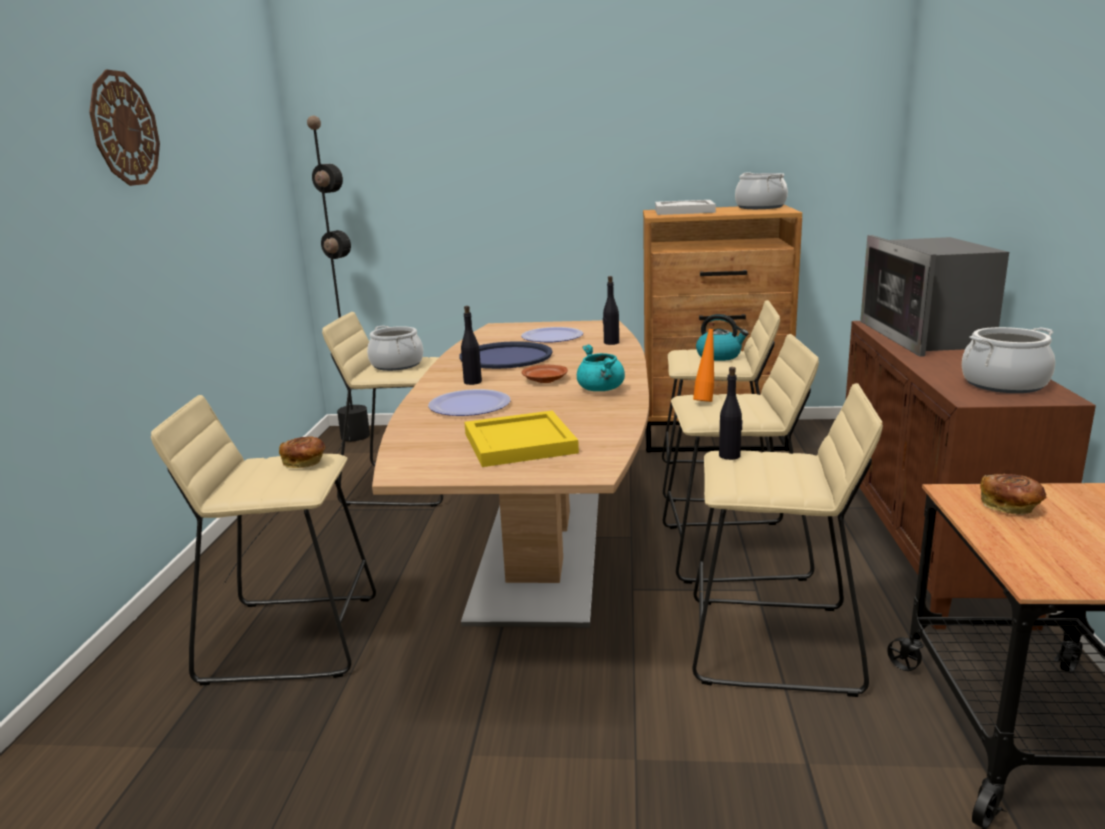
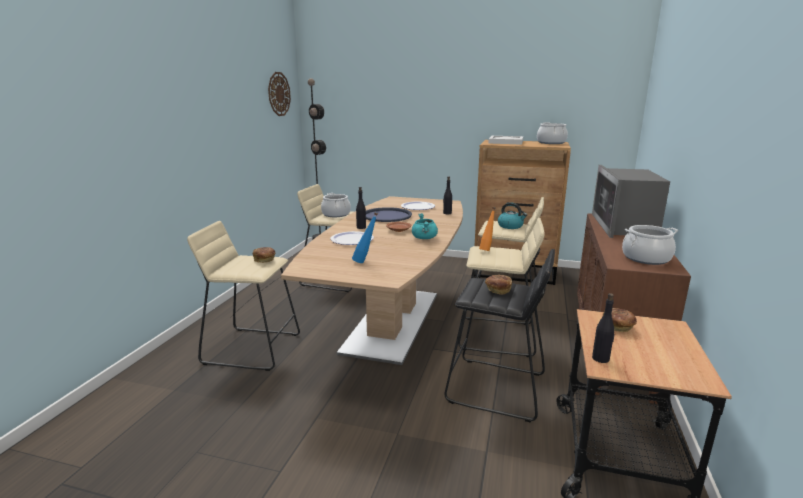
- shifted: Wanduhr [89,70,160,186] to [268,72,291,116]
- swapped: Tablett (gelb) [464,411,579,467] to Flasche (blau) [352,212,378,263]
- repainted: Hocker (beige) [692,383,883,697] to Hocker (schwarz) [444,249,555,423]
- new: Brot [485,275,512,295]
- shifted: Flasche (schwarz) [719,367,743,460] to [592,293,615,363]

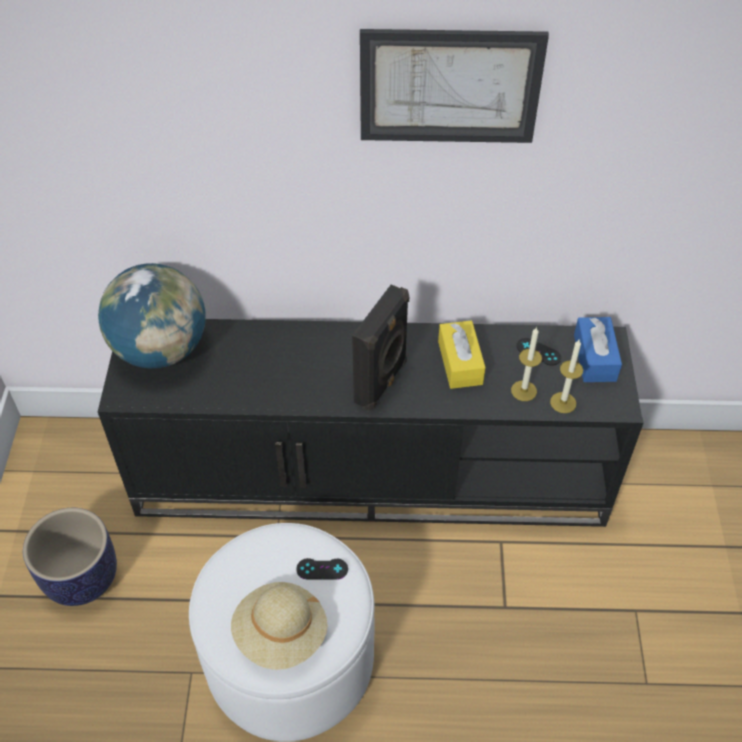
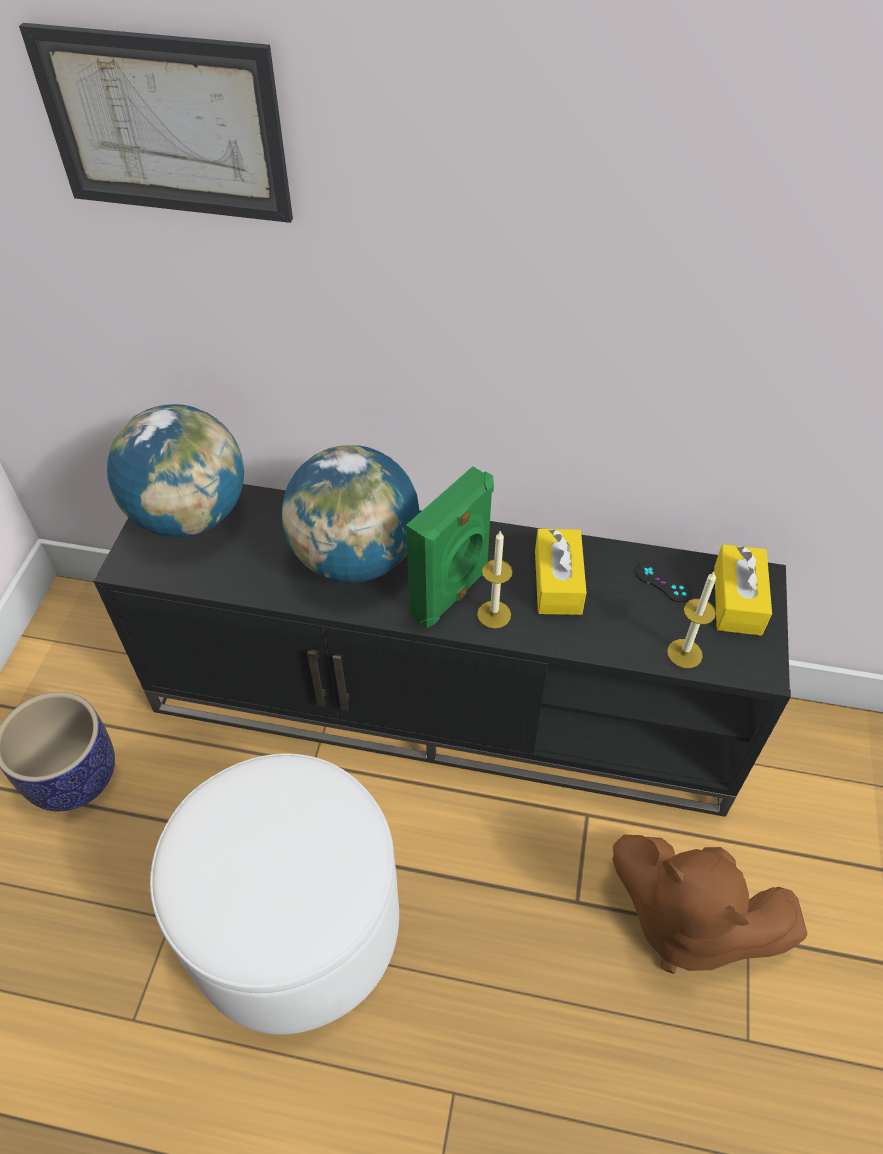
- shifted: Bild [360,29,549,143] to [19,23,293,223]
- new: Globus [282,445,420,583]
- repainted: Lautsprecher (schwarz) [352,285,409,411] to Lautsprecher (grün) [406,466,494,628]
- shifted: Kerze [511,327,542,401] to [477,530,513,629]
- new: Plüschtier (braun) [612,835,807,974]
- repainted: Taschentuchbox (blau) [574,317,622,382] to Taschentuchbox (gelb) [714,544,772,636]
- gone: Hut (beige) [231,582,327,670]
- gone: Gamepad (schwarz) [296,558,348,580]

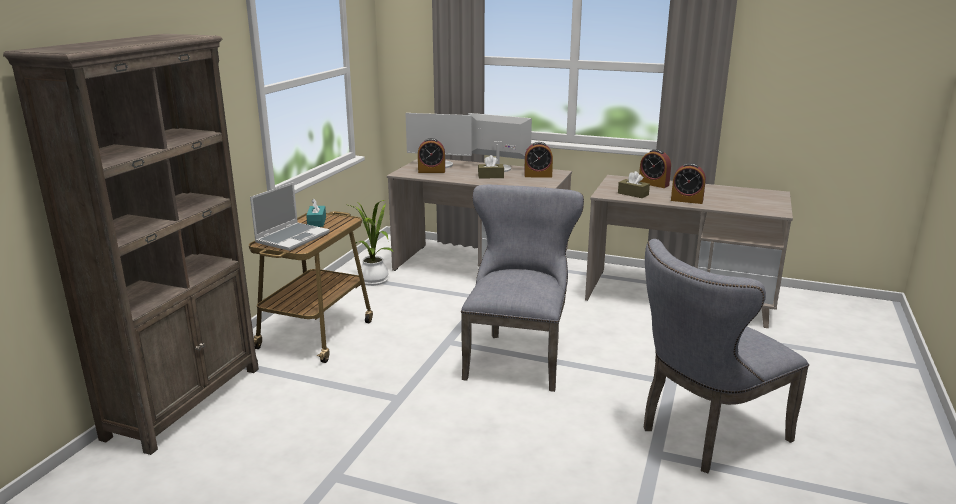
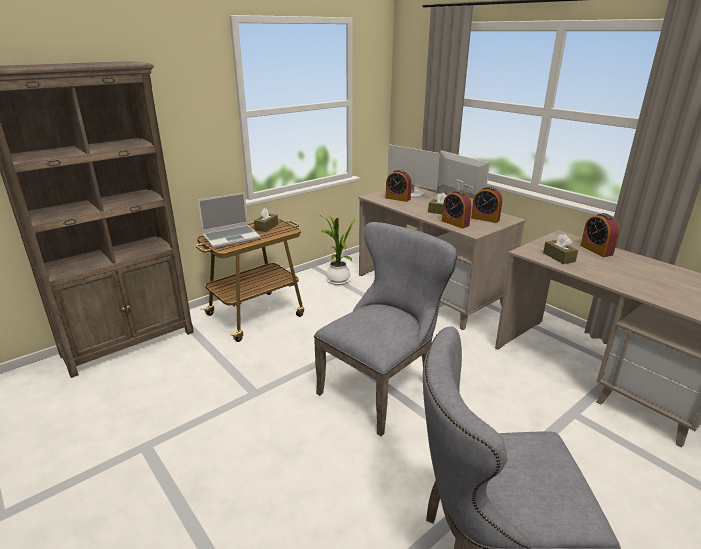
- repainted: Taschentuchbox (türkis) [306,198,326,227] to Taschentuchbox (braun) [254,208,278,232]
- shifted: Wecker [671,163,706,204] to [442,190,472,228]

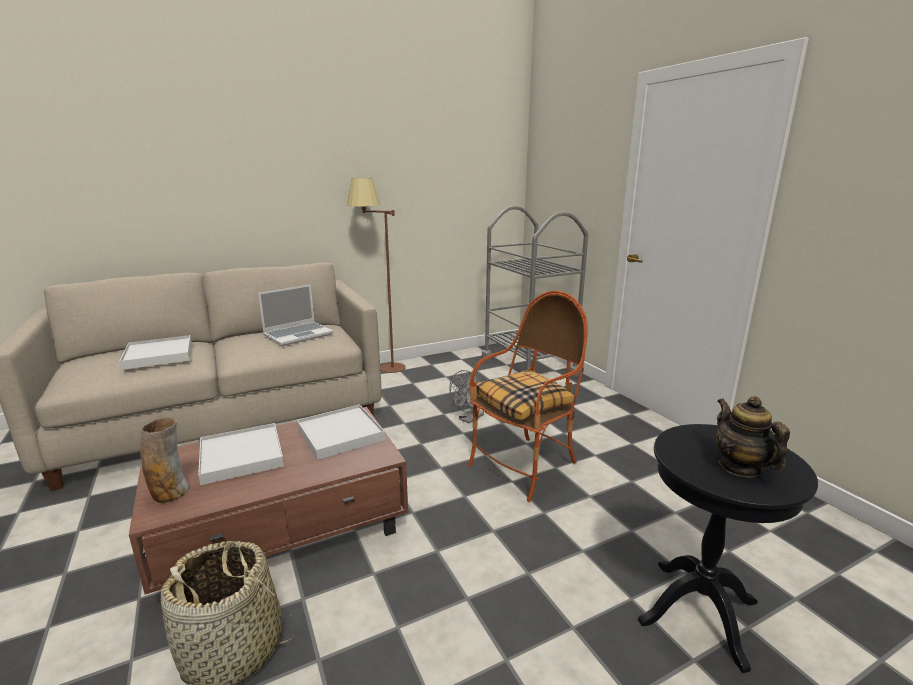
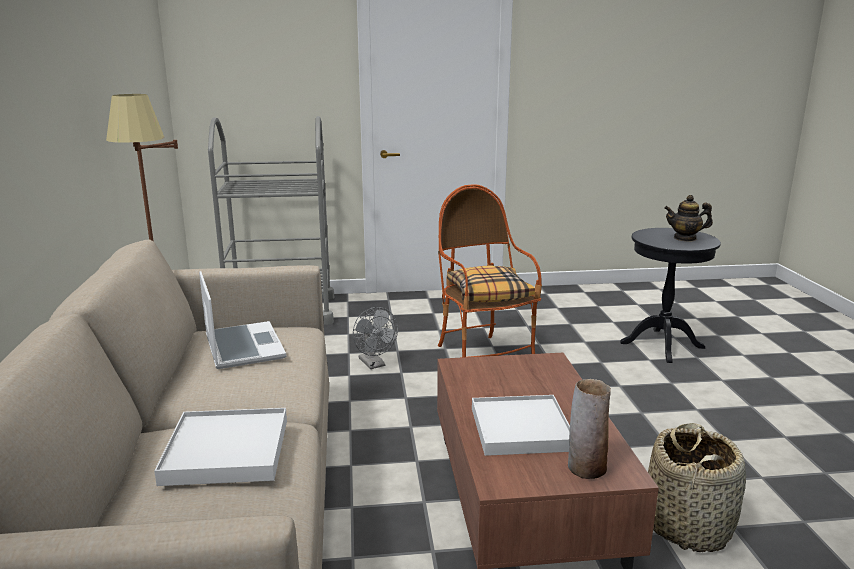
- gone: Tablett (weiß) [297,404,385,460]

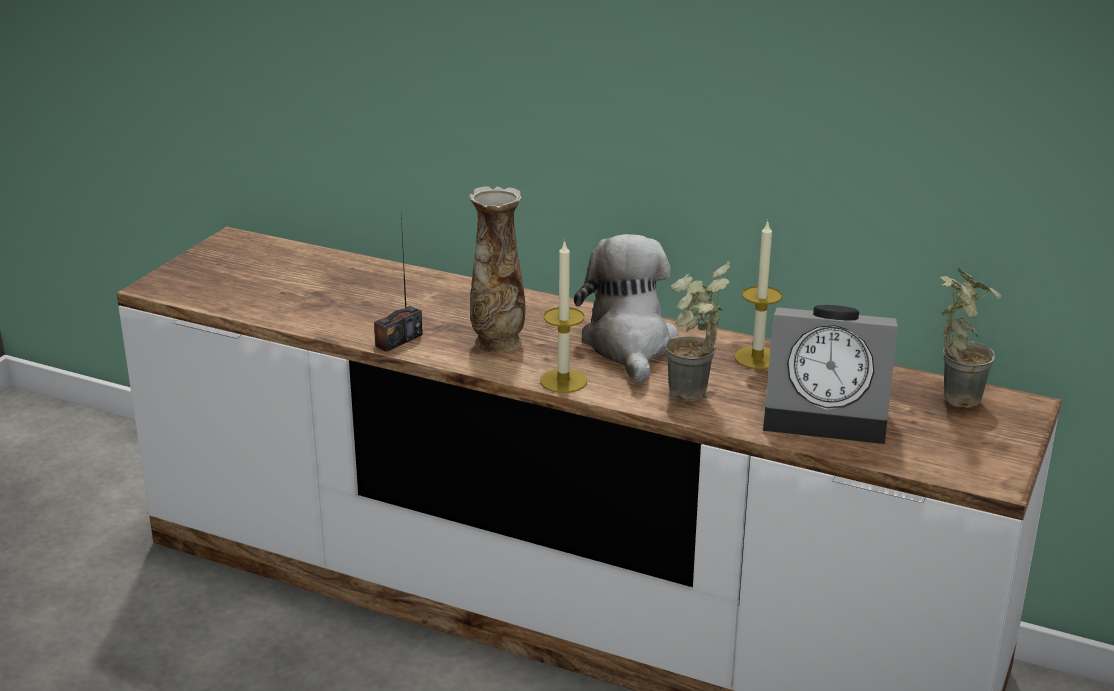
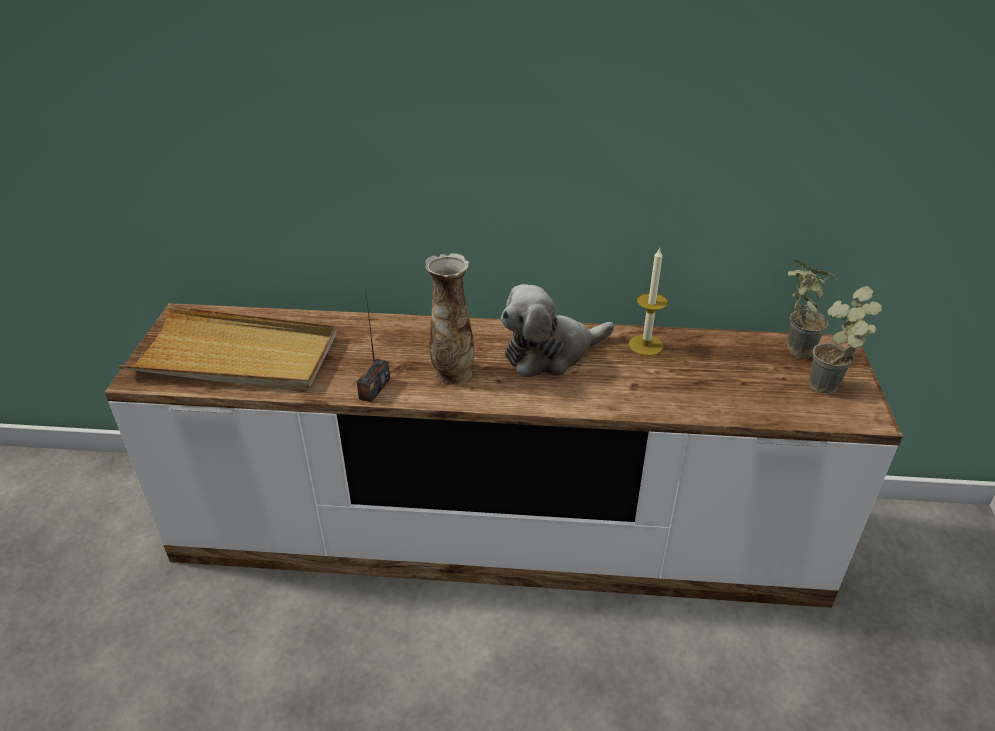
- new: Tablett (beige) [119,306,337,392]
- rotated: Plüschtier [574,234,679,383] = [500,284,614,377] 90 degrees counterclockwise
- shifted: Topfpflanze [665,261,730,401] to [809,286,882,394]
- gone: Kerze [540,240,587,393]
- gone: Wecker [763,305,898,444]

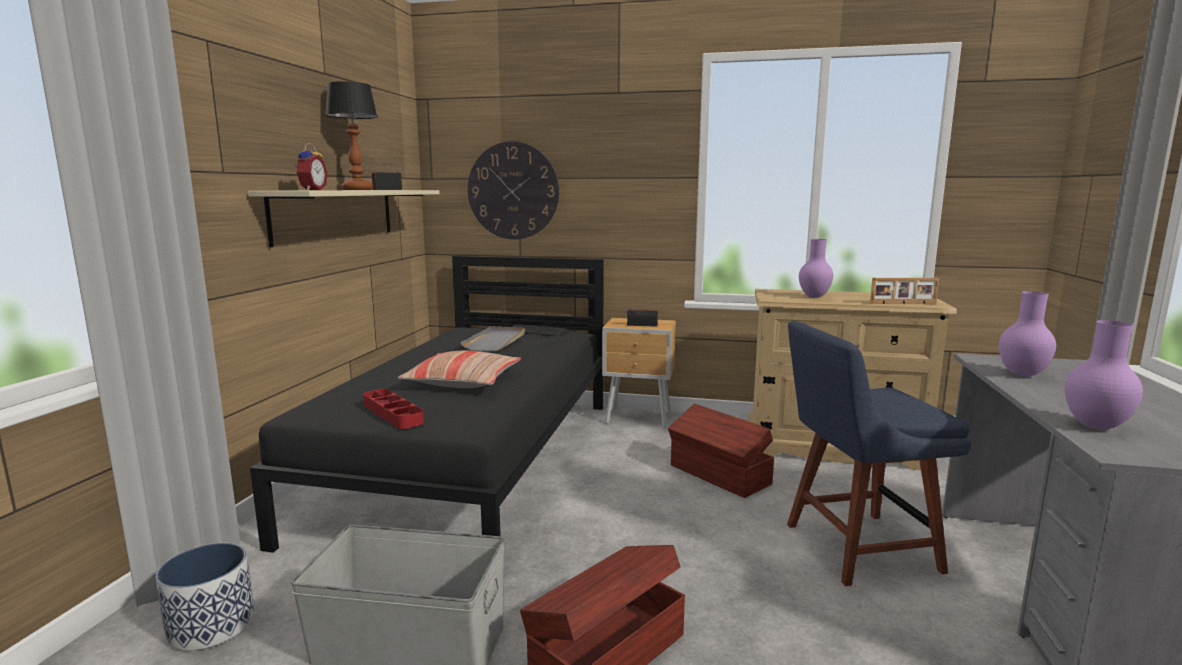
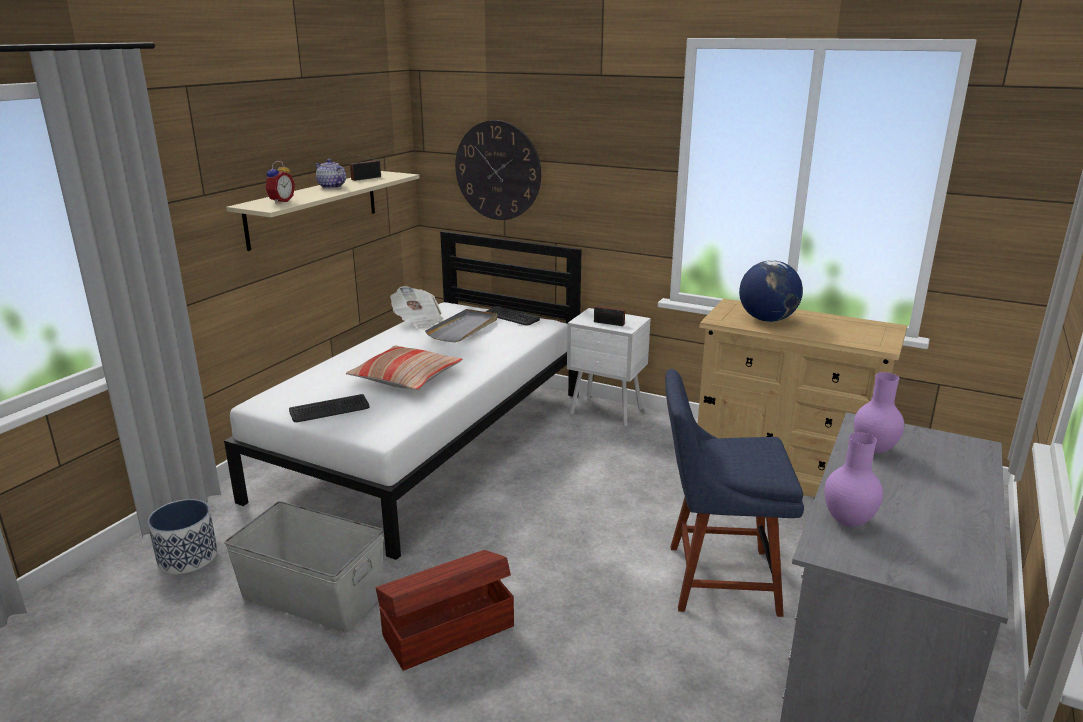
- repainted: Bett (schwarz) [250,256,604,553] to Bett (weiß) [224,231,582,560]
- swapped: Tablett (rot) [363,389,424,429] to Tastatur [289,394,369,422]
- swapped: Tischlampe [325,81,378,190] to Teekanne [315,159,346,189]
- new: Zeitung [390,286,443,330]
- repainted: Nachttisch (braun) [602,318,676,428] to Nachttisch (weiß) [567,308,651,427]
- swapped: Vase (lila) [799,239,833,298] to Globus [739,260,803,322]
- gone: Aufbewahrungsbox (braun) [668,404,774,498]
- gone: Bilderrahmen [870,278,939,304]

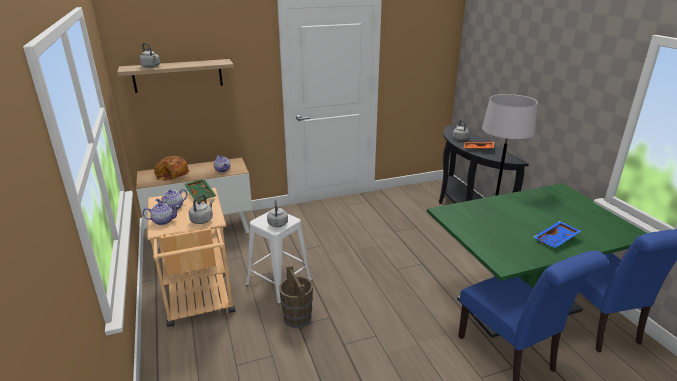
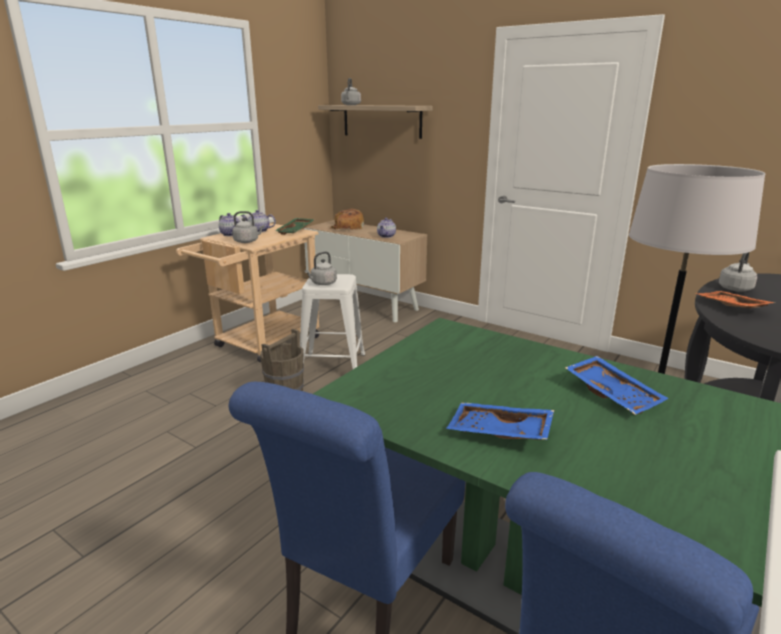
- new: Tablett (blau) [565,356,669,415]

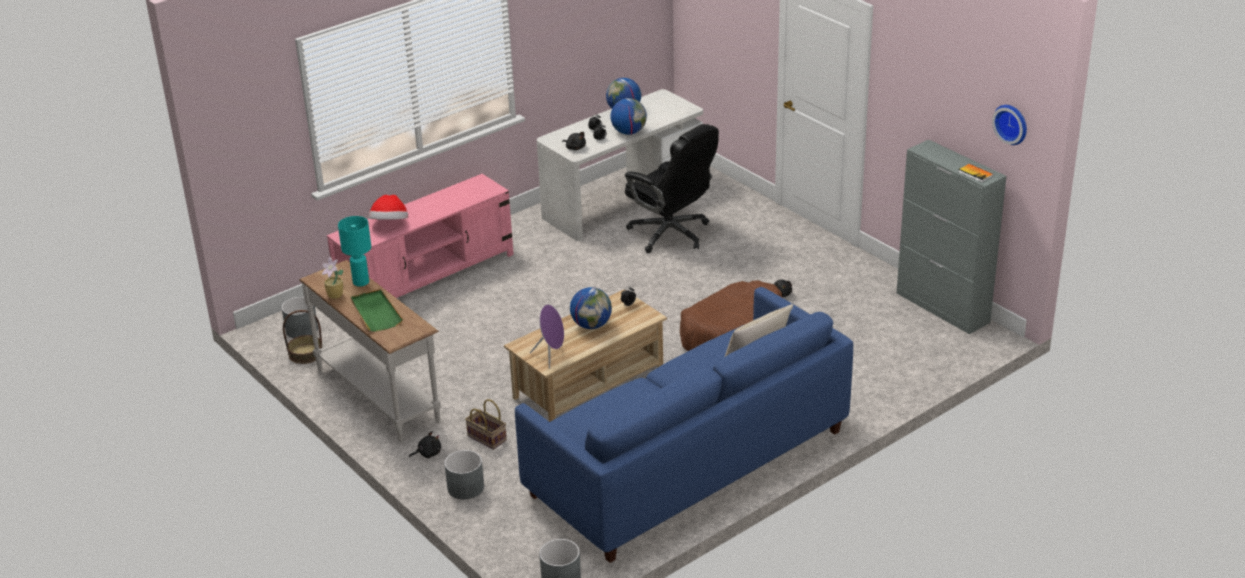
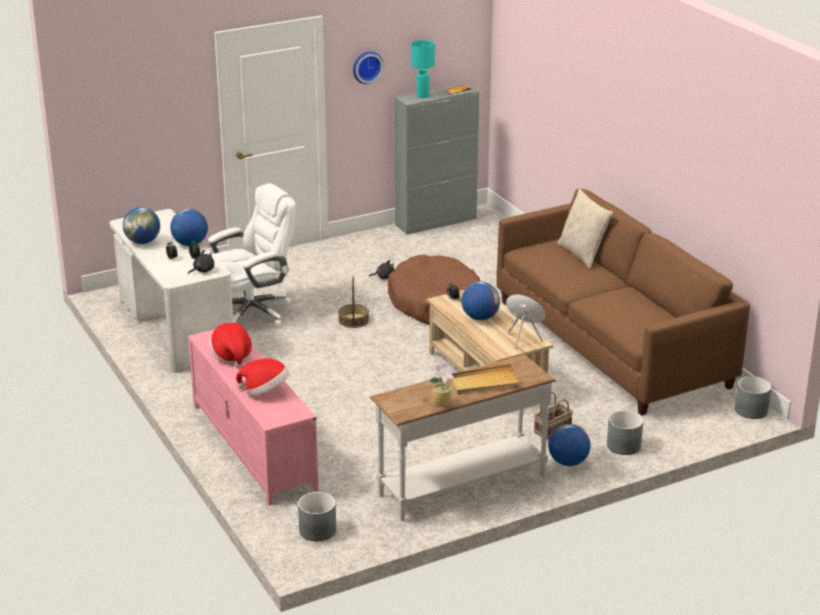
- repainted: Bürostuhl (schwarz) [625,124,719,253] to Bürostuhl (weiß) [208,183,296,326]
- new: Hut [209,323,252,368]
- shifted: Korb [283,310,322,364] to [338,276,369,328]
- shifted: Wanduhr [992,105,1027,145] to [353,52,383,84]
- shifted: Tischlampe (türkis) [338,216,371,287] to [411,40,435,98]
- repainted: Tablett (grün) [351,289,403,332] to Tablett (beige) [450,364,522,395]
- repainted: Sofa (blau) [515,287,853,563] to Sofa (braun) [496,189,750,416]
- swapped: Plüschtier (schwarz) [409,431,441,458] to Globus [548,424,591,466]

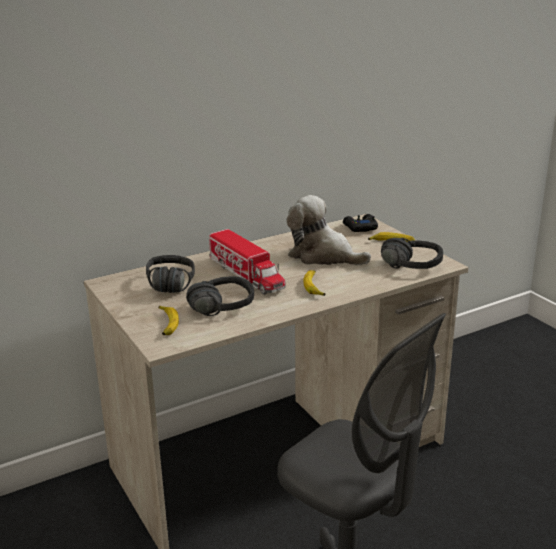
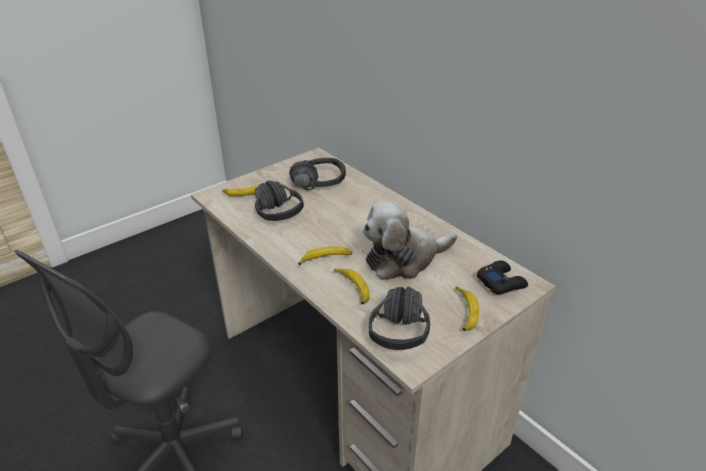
- new: Banane [334,268,369,304]
- rotated: Plüschtier [286,195,371,265] = [363,202,457,280] 135 degrees counterclockwise
- gone: Spielzeuglaster [209,229,285,295]

